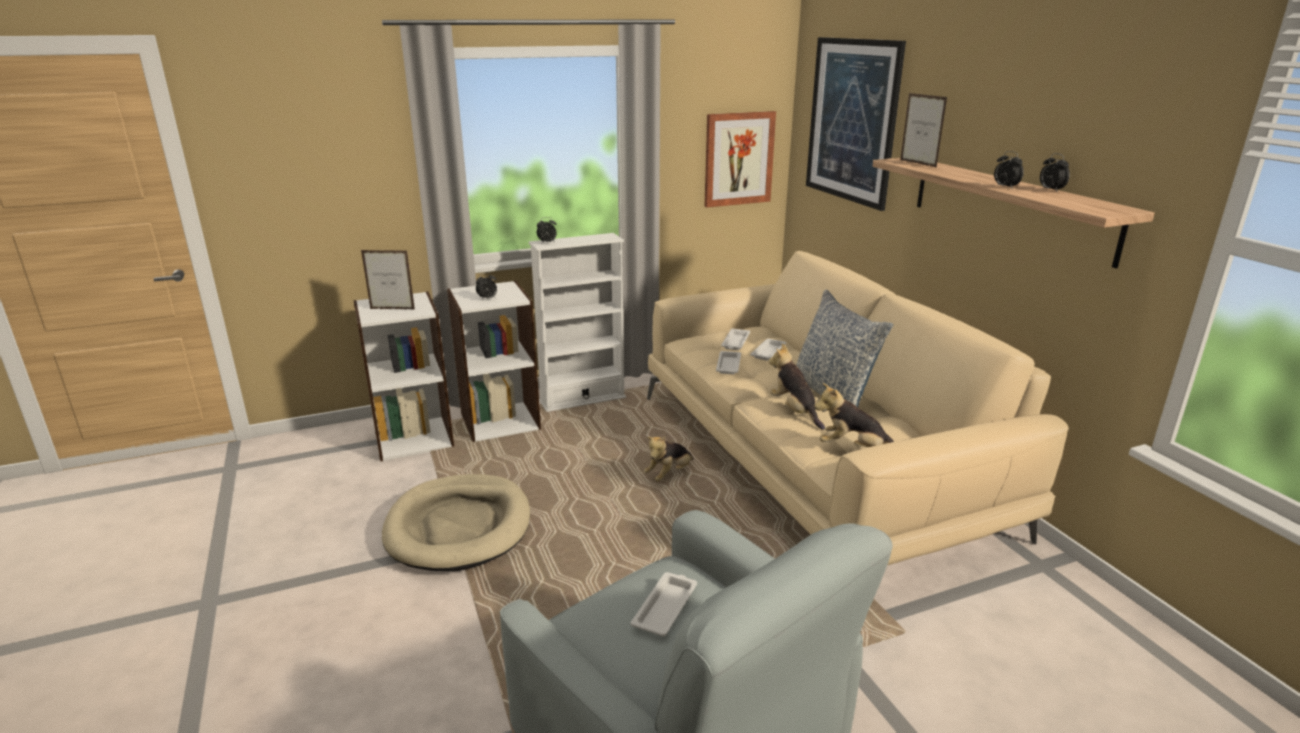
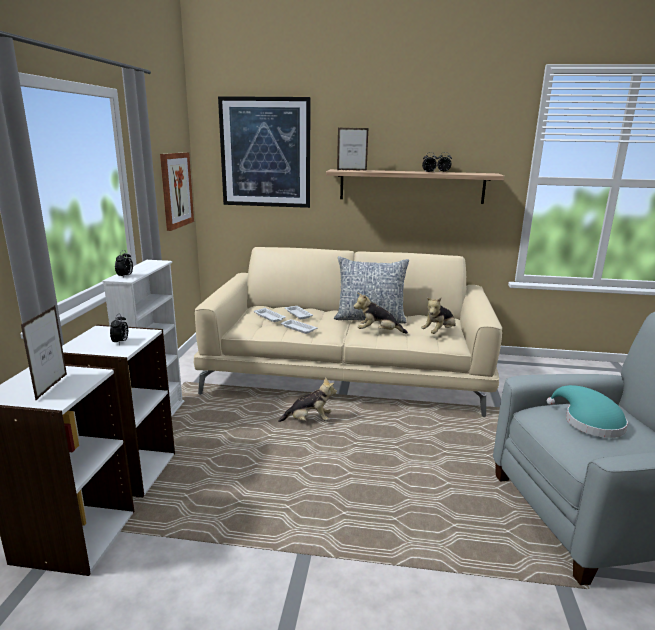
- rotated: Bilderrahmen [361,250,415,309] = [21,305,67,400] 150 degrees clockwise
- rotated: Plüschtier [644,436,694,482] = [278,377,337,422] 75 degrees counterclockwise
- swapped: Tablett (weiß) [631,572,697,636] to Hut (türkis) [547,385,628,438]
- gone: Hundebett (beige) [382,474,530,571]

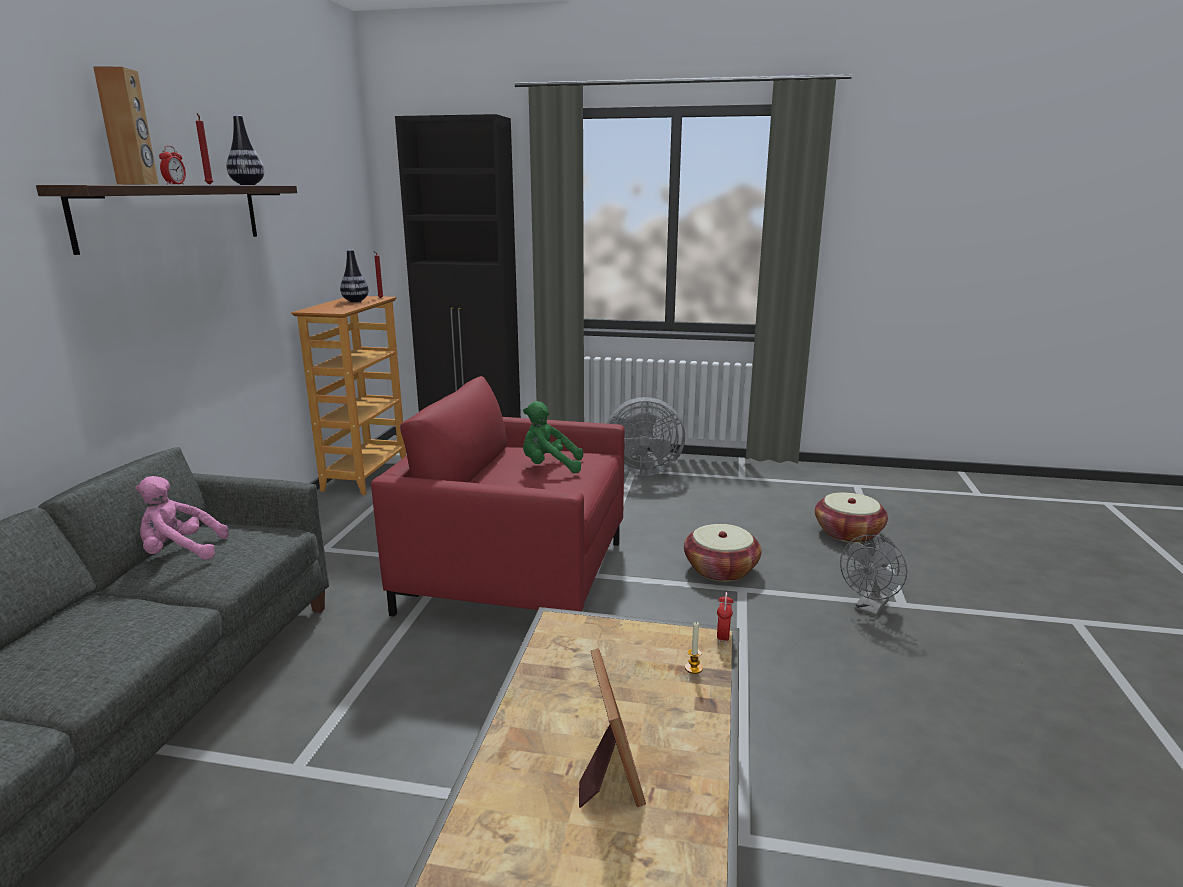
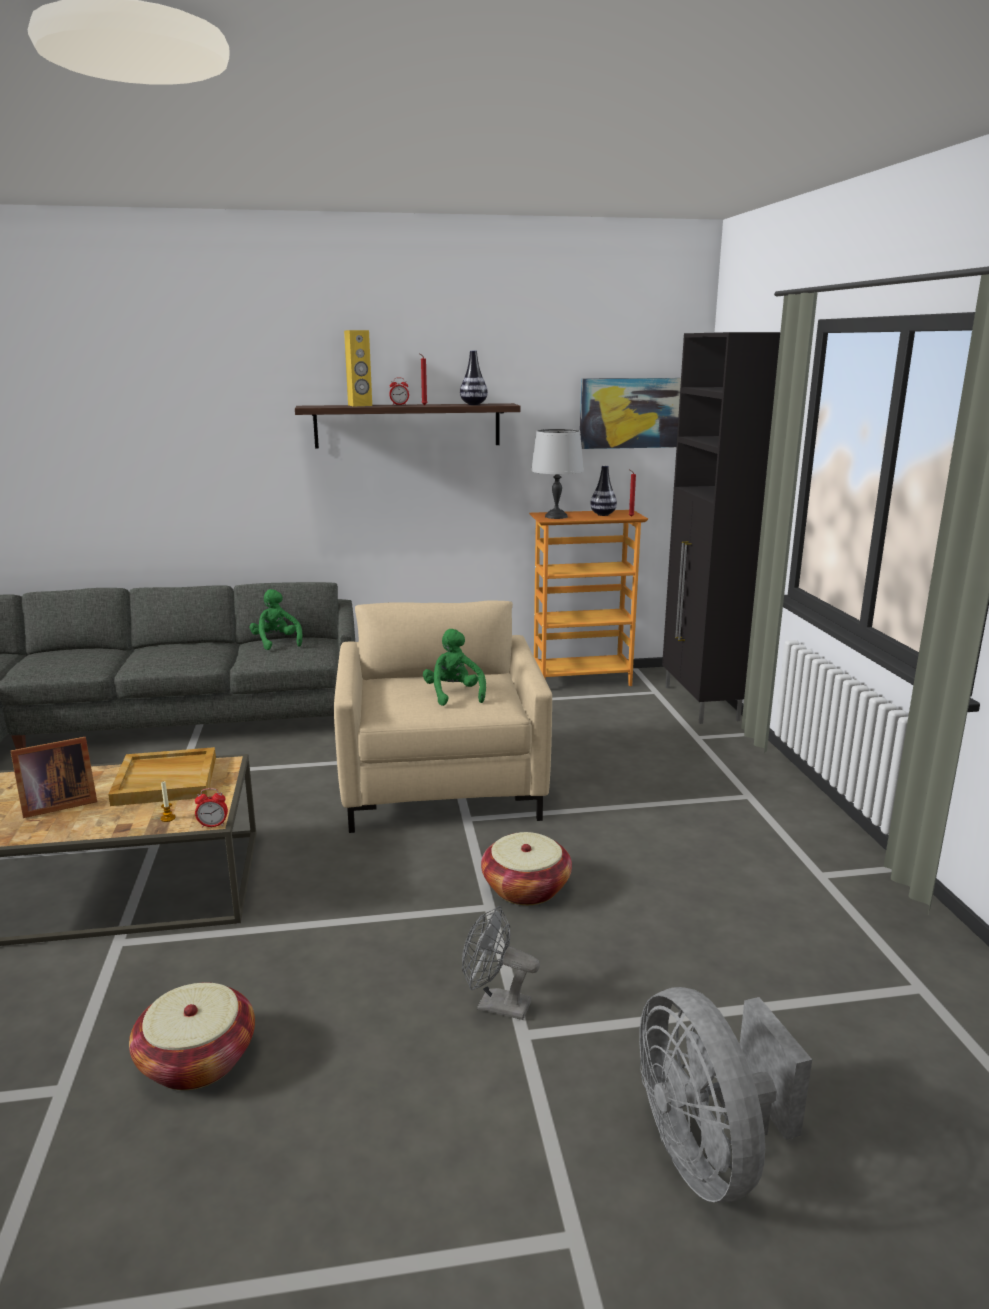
- new: Tablett (beige) [108,747,216,806]
- shifted: Korb [815,493,888,543] to [129,983,255,1090]
- repainted: Plüschtier (rosa) [135,476,229,560] to Plüschtier (grün) [250,589,303,650]
- repainted: Sessel (rot) [371,376,625,616] to Sessel (beige) [334,601,552,833]
- repainted: Lautsprecher (braun) [93,66,159,185] to Lautsprecher (gelb) [344,330,372,406]
- new: Tischlampe (grau) [531,429,584,519]
- new: Bild [580,378,681,449]
- shifted: Ventilator (grau) [607,397,685,476] to [639,987,812,1203]

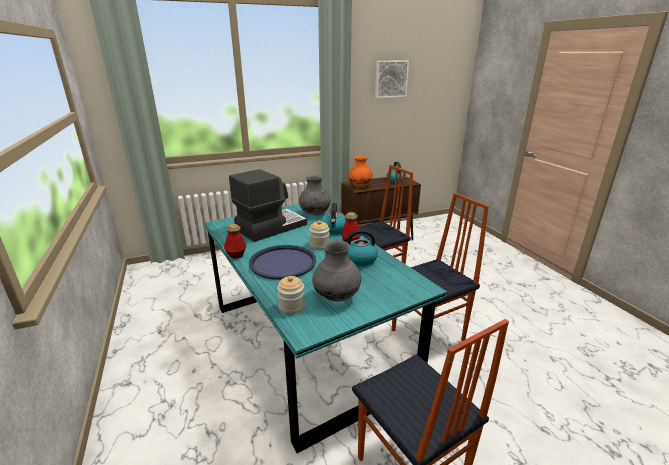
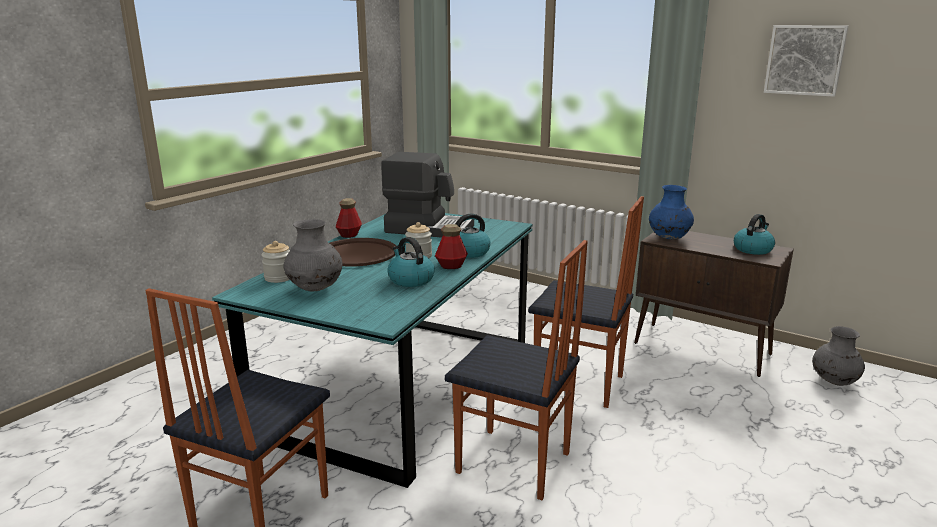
- repainted: Tablett (blau) [249,245,316,280] to Tablett (braun) [330,238,396,266]
- repainted: Vase (orange) [348,156,373,187] to Vase (blau) [649,185,694,239]
- shifted: Vase (grau) [299,175,331,216] to [812,326,865,386]

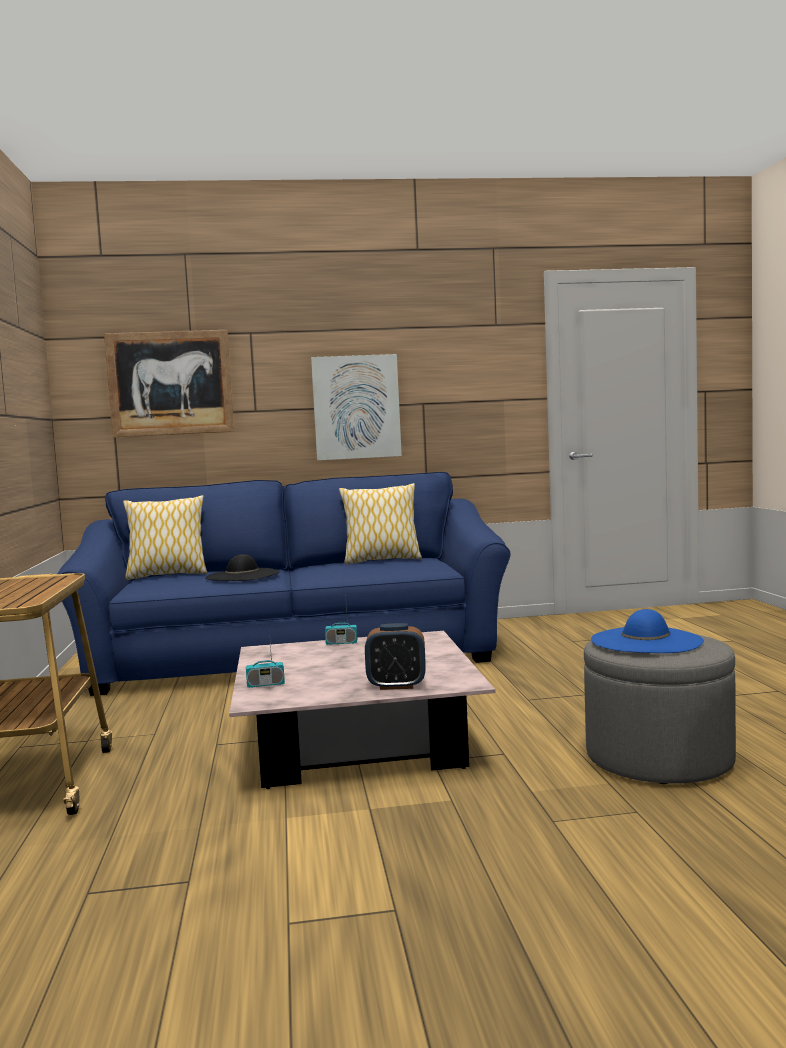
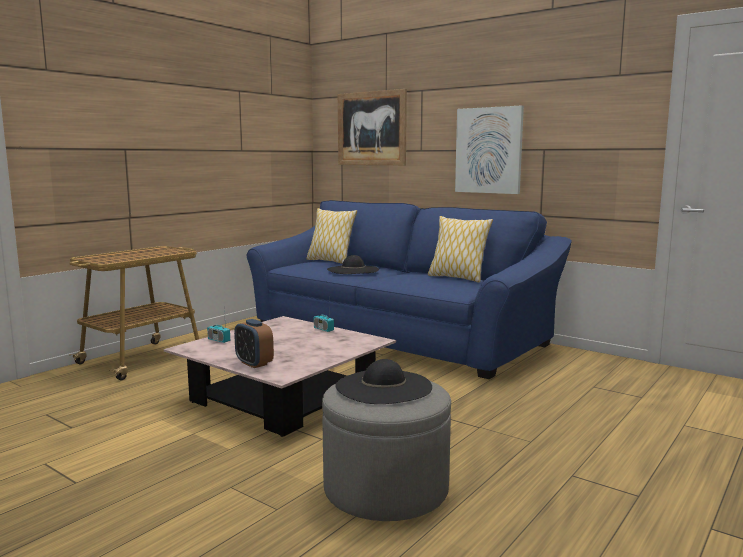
- repainted: Hut (blau) [591,609,704,653] to Hut (schwarz) [335,359,432,404]

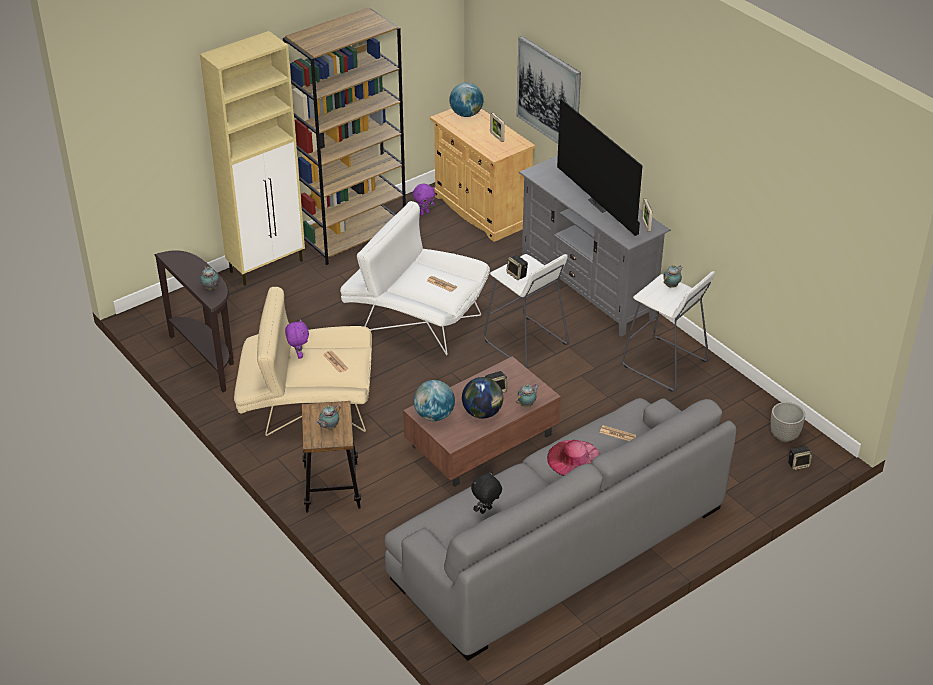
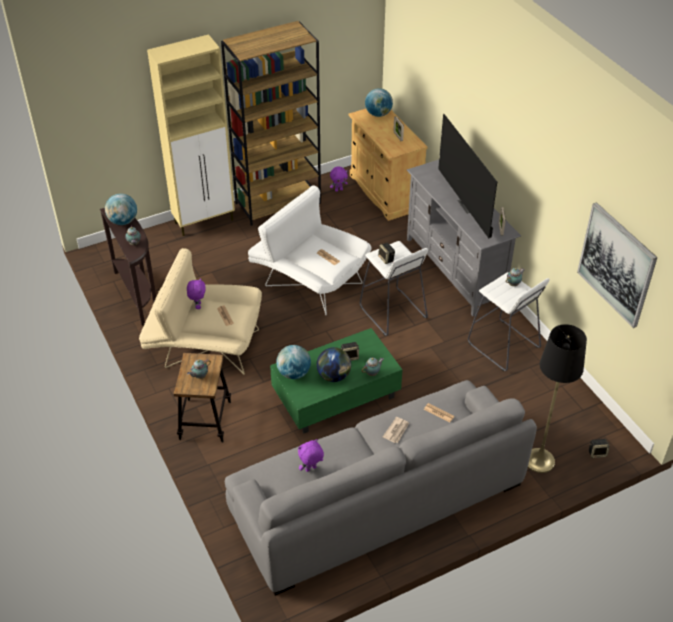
- new: Globus [105,193,137,225]
- repainted: Couchtisch (braun) [403,356,561,487] to Couchtisch (grün) [270,328,403,433]
- repainted: Plüschtier (schwarz) [471,471,502,514] to Plüschtier (lila) [298,439,324,472]
- swapped: Hut (rosa) [547,440,600,476] to Zeitung [383,417,409,443]
- new: Stehlampe (schwarz) [528,324,587,473]
- shifted: Bild [516,36,581,144] to [577,202,658,328]
- gone: Pflanzkübel [770,402,805,442]

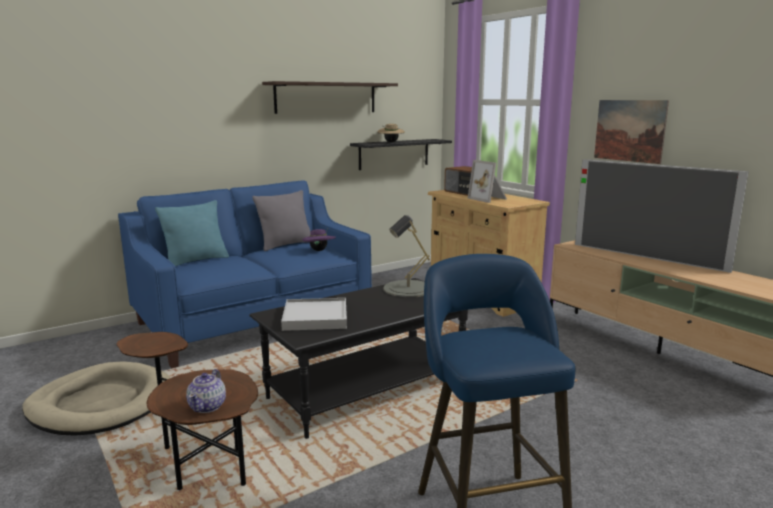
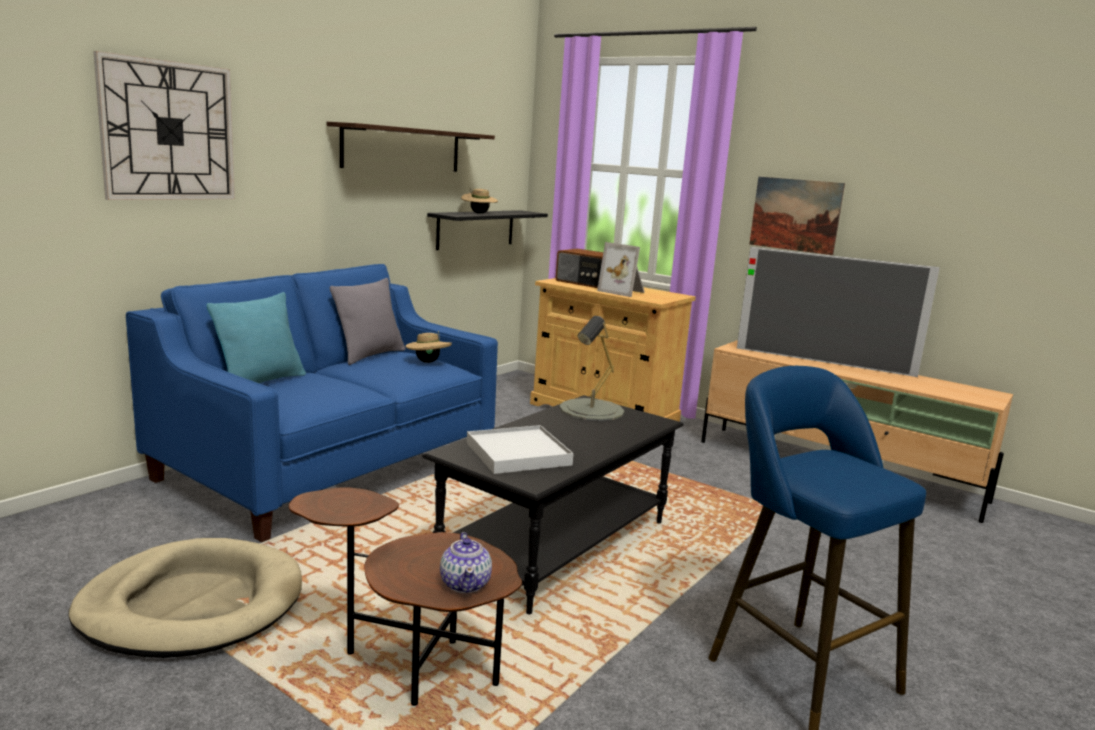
- new: Wanduhr [93,51,235,200]
- repainted: Hut (lila) [302,228,336,251] to Hut (beige) [405,331,452,363]

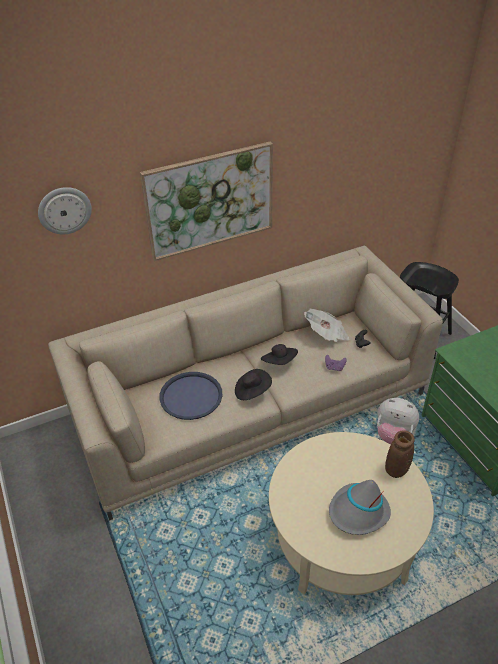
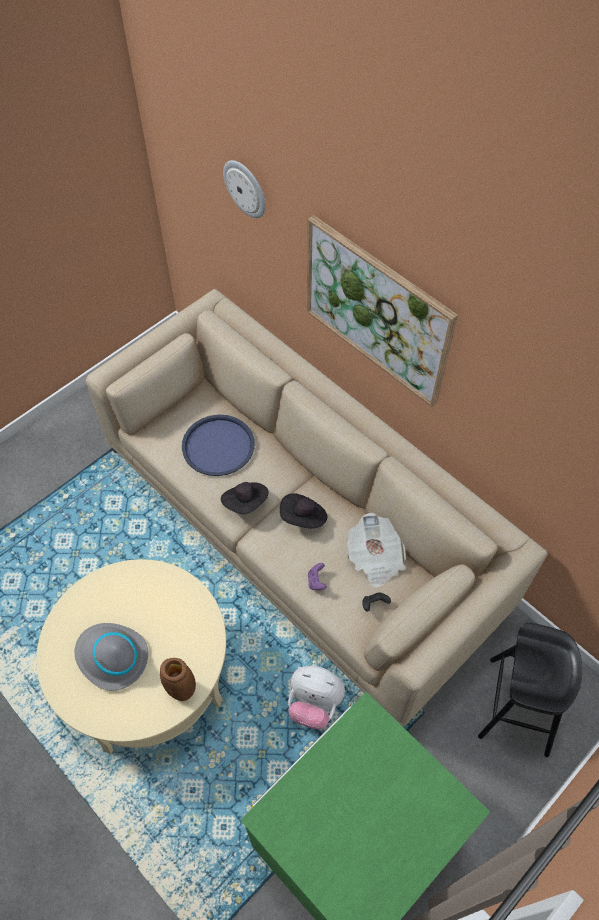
- rotated: Plüschtier [377,398,419,444] = [288,666,345,729] 75 degrees counterclockwise

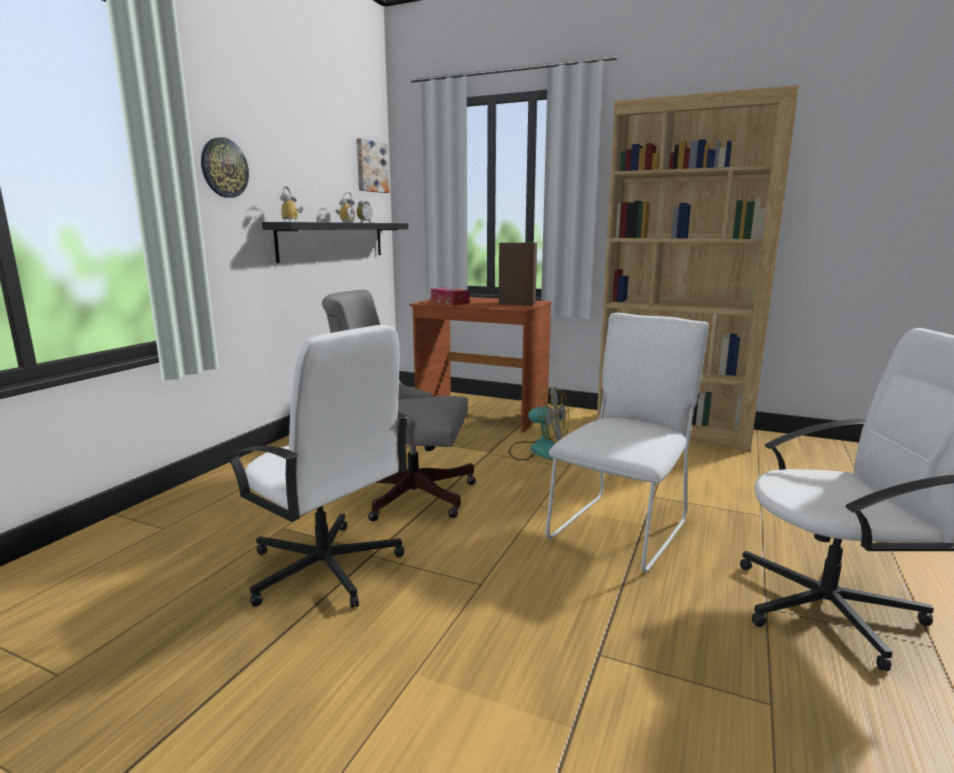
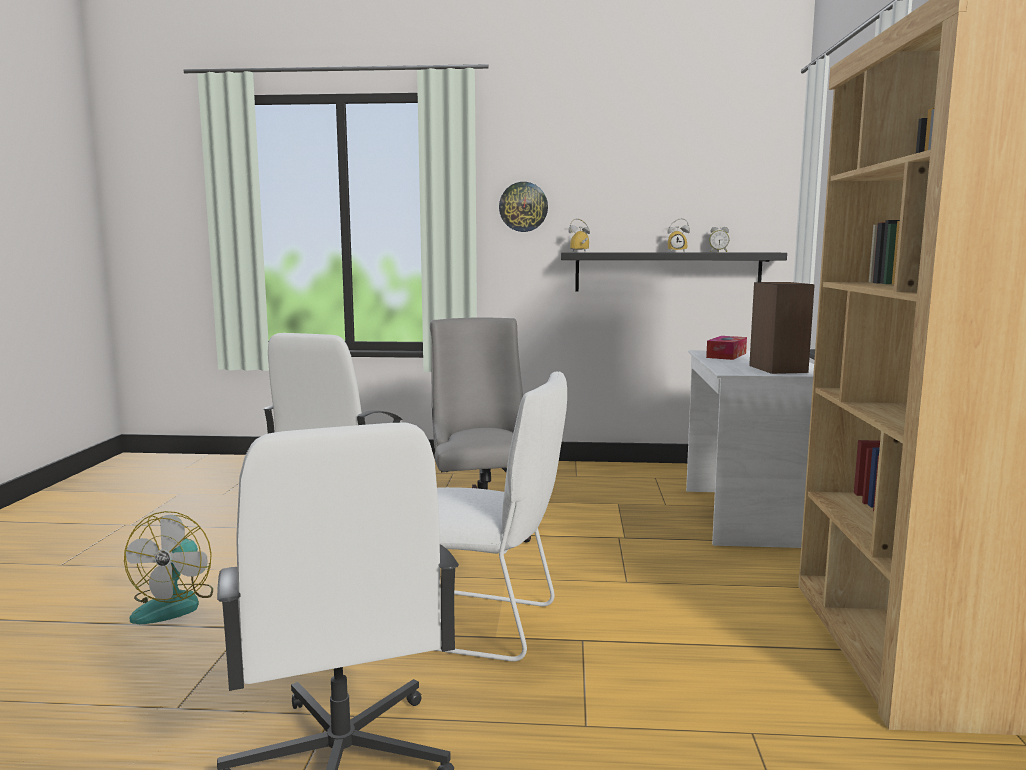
- shifted: Ventilator [509,386,569,460] to [124,511,213,624]
- repainted: Schreibtisch (braun) [410,297,551,433] to Schreibtisch (weiß) [686,350,814,548]
- gone: Bild [356,138,390,193]

